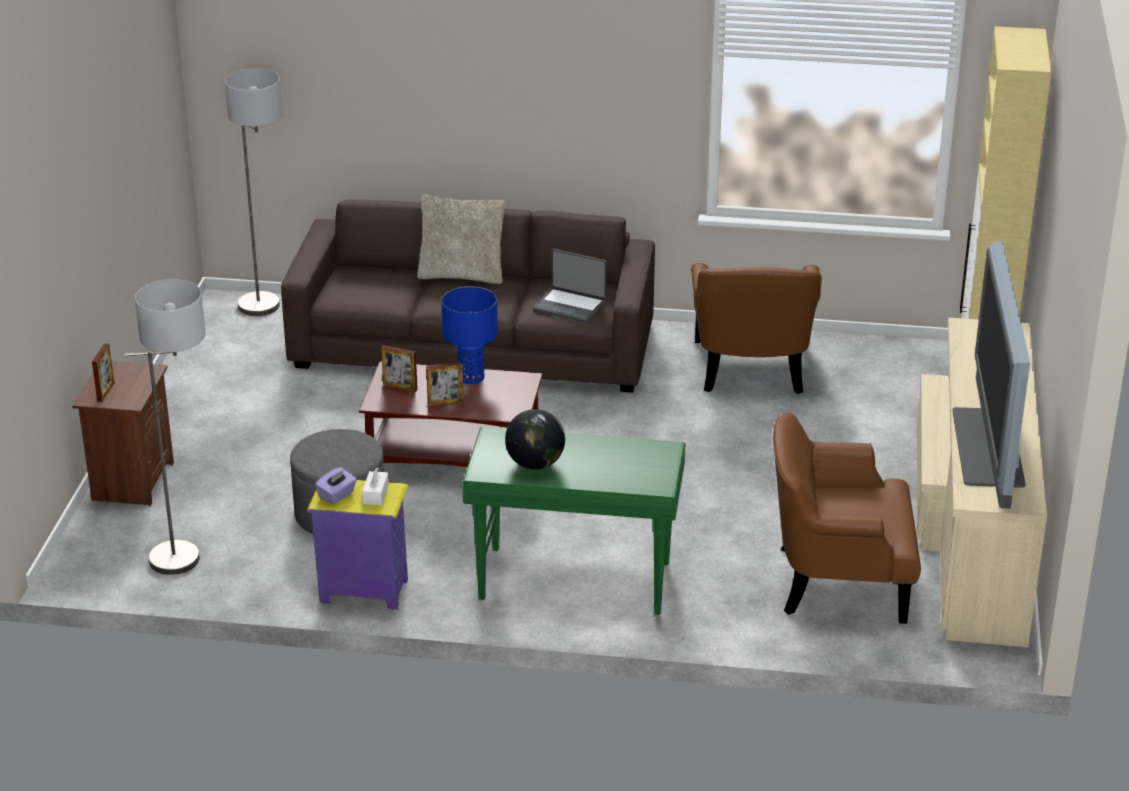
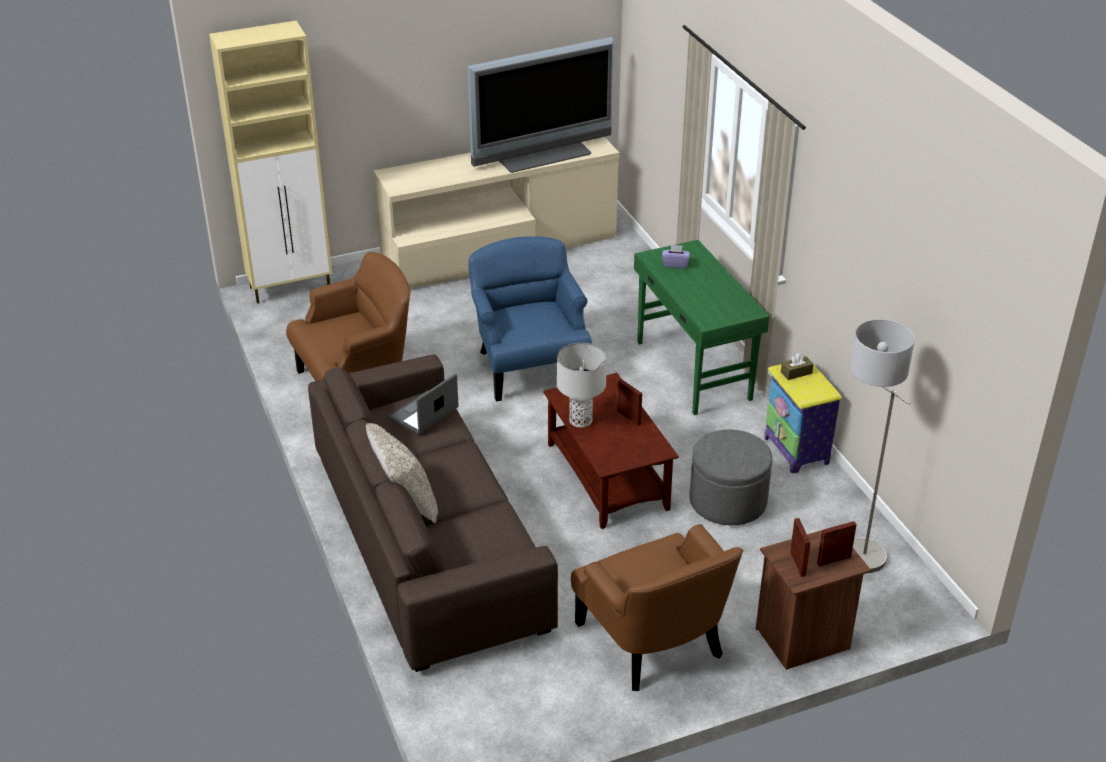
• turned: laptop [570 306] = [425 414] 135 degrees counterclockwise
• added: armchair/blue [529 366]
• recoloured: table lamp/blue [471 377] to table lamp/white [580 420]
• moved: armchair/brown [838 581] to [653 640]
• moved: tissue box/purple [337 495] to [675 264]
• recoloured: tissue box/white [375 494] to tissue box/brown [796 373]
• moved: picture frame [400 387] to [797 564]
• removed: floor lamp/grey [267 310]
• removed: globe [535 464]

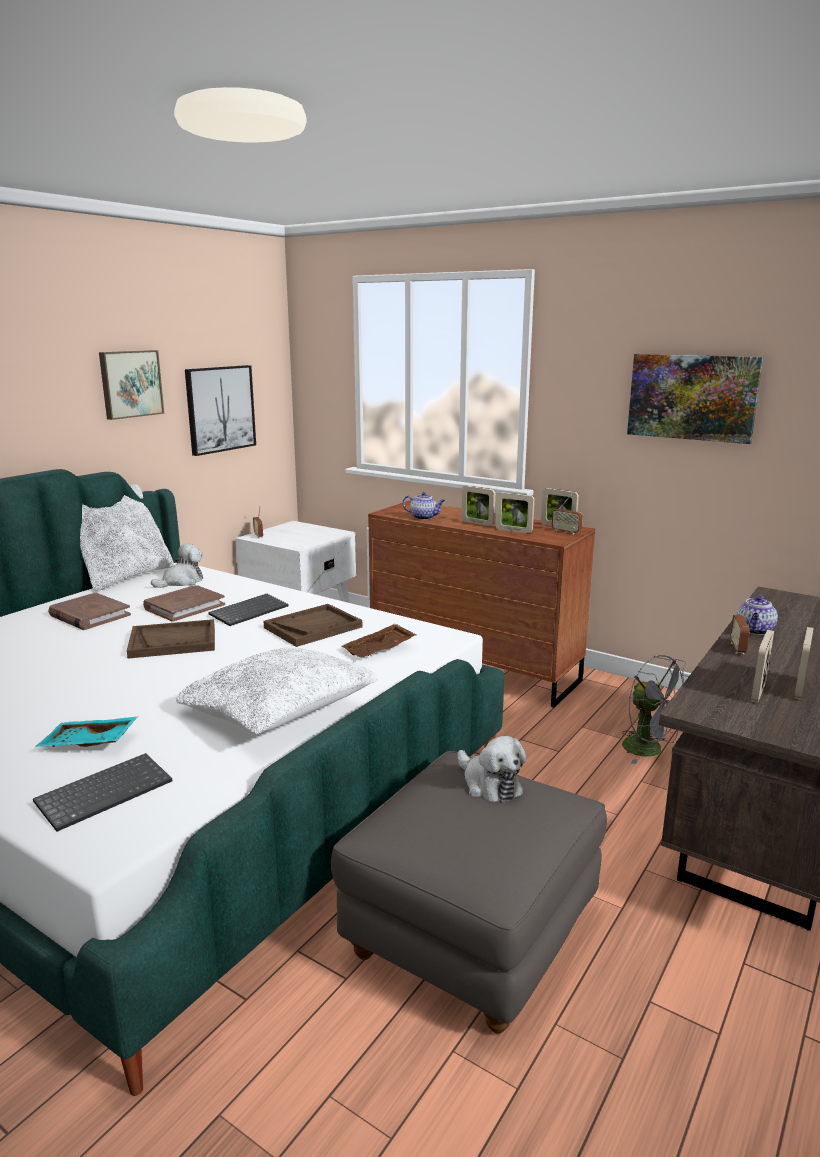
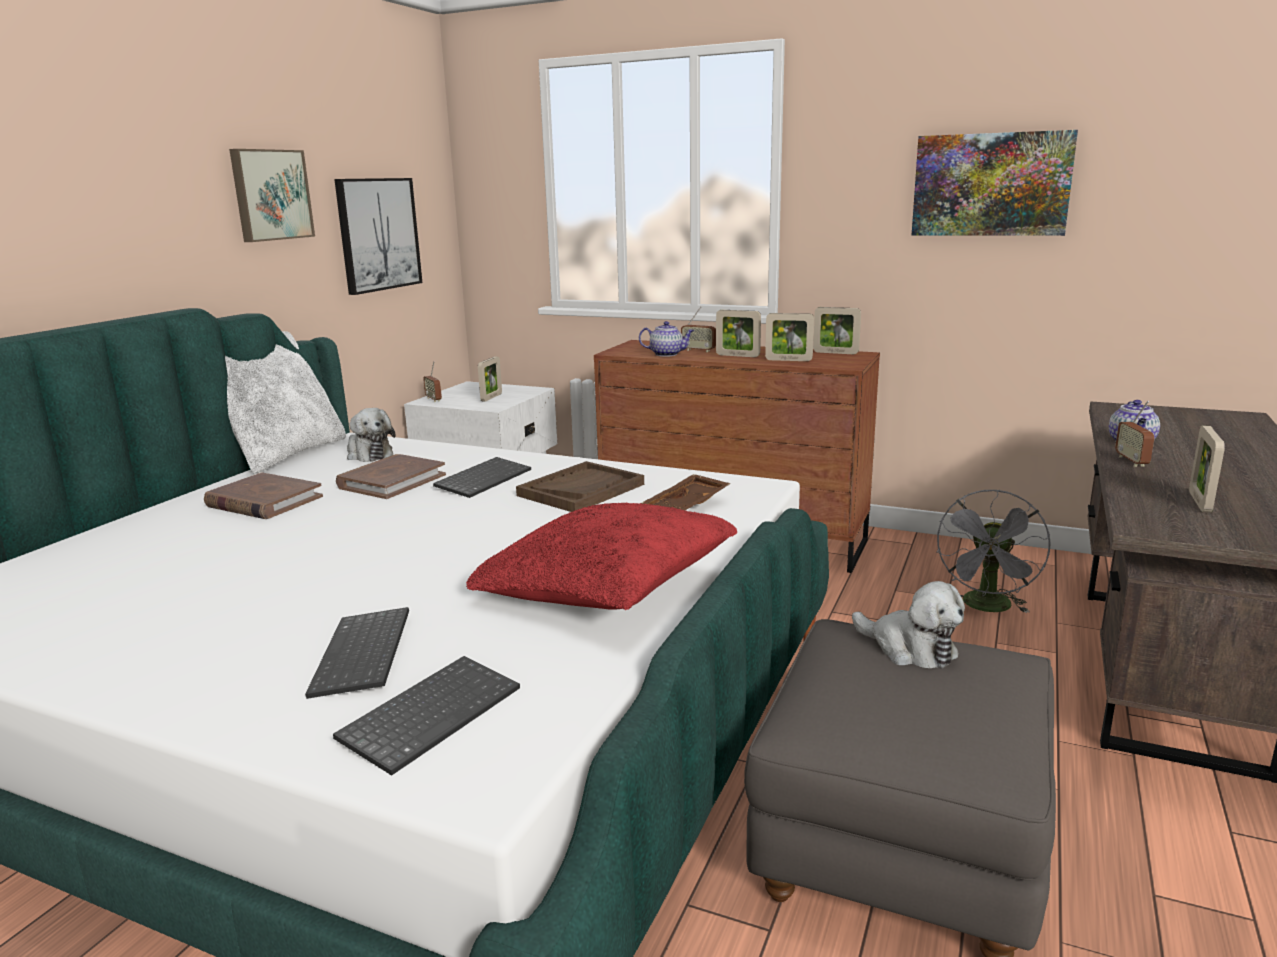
• replaced: tray/turquoise [88 744] to keyboard [365 655]
• turned: plush toy [182 581] = [368 454] 105 degrees clockwise
• recoloured: pillow/white [277 711] to pillow/red [605 588]
• moved: picture frame [799 689] to [491 397]
• moved: radio [566 532] to [698 350]
• turned: fan/grey [650 750] = [987 608] 75 degrees clockwise
• removed: tray/brown [173 641]

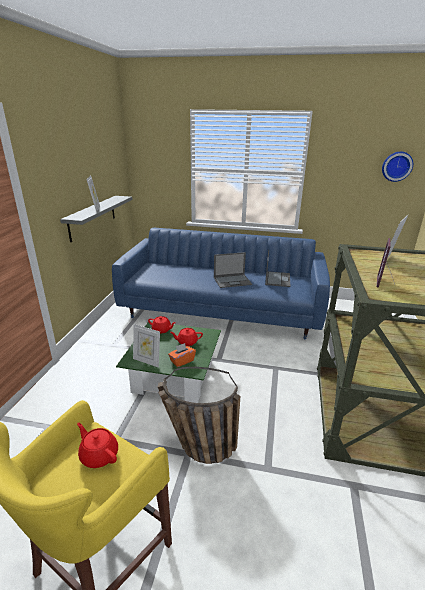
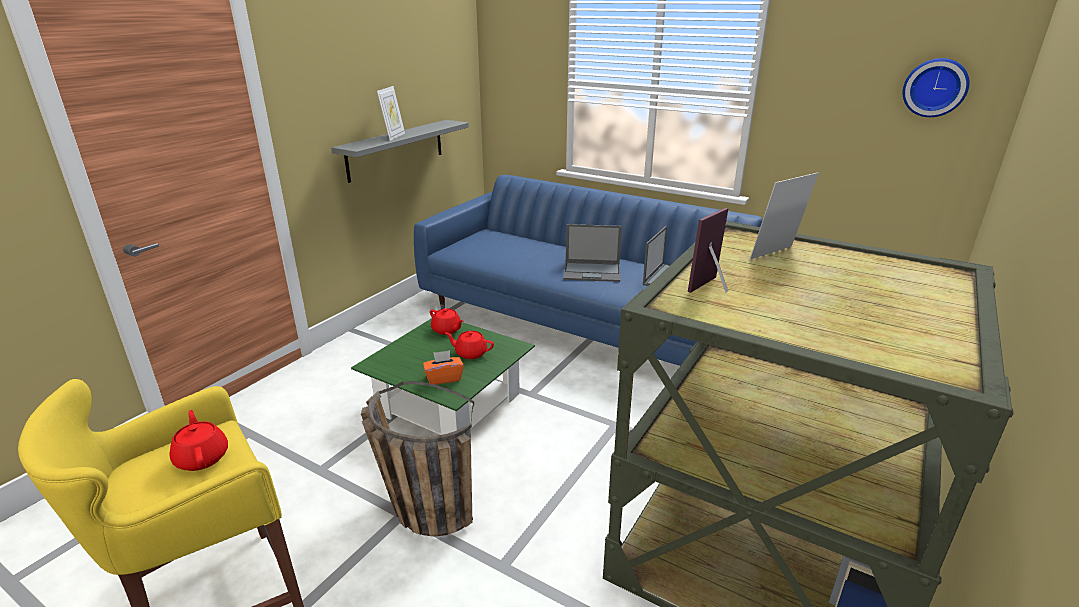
• removed: picture frame [147 361]

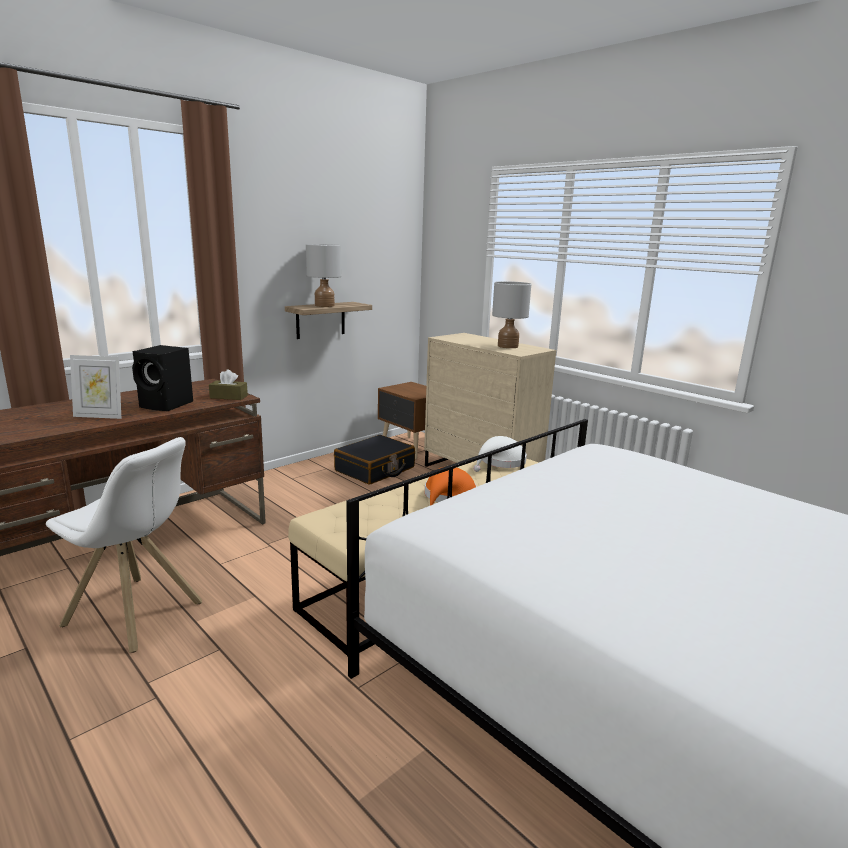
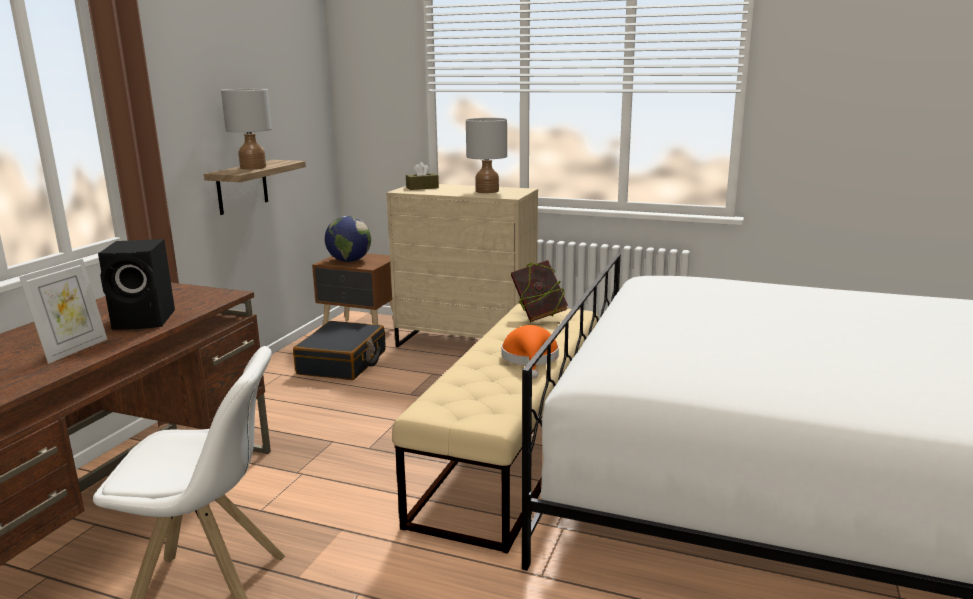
• turned: picture frame [100 416] = [73 350] 45 degrees counterclockwise
• added: globe [349 261]
• moved: tissue box/brown [228 397] to [422 188]
• replaced: hat/white [500 462] to book [538 316]

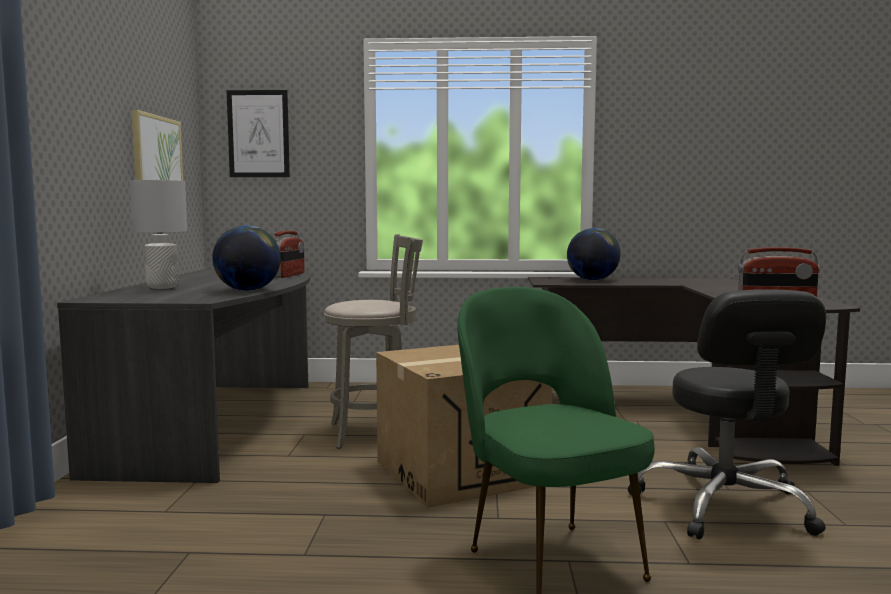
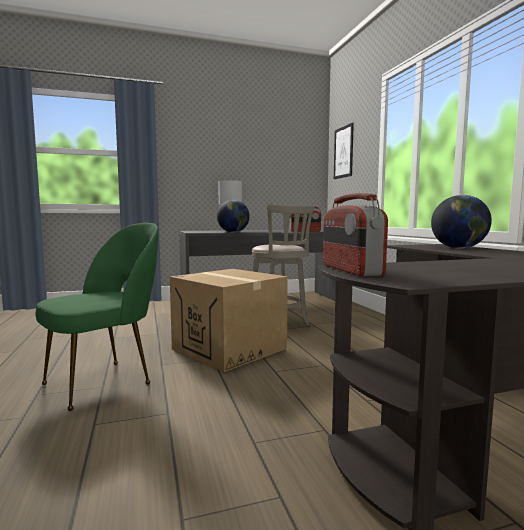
• removed: picture [156 152]
• removed: office chair/black [727 509]

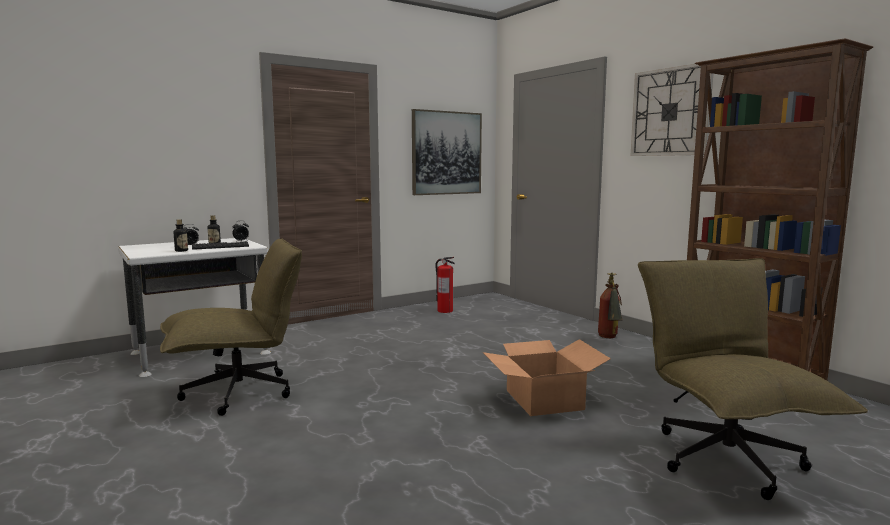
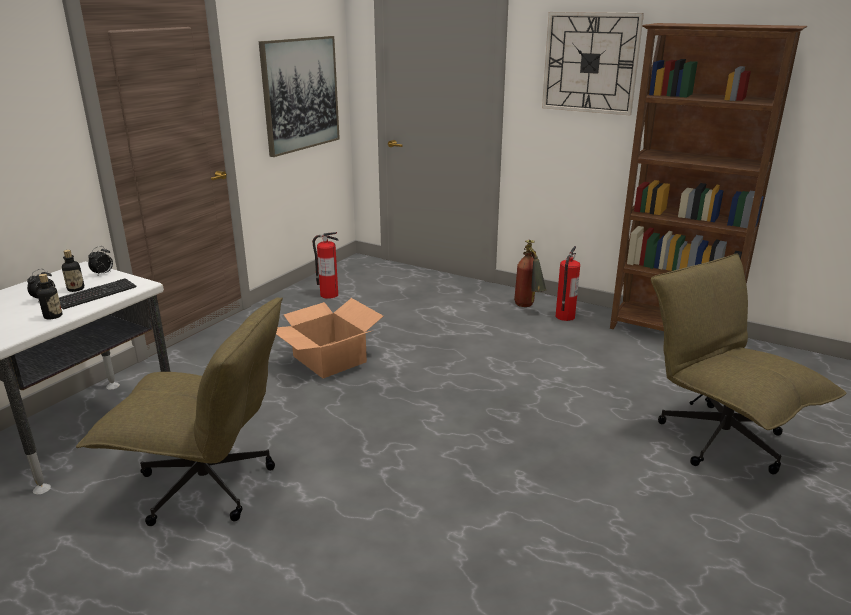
• turned: office chair/beige [237 393] = [203 485] 60 degrees clockwise
• moved: cardboard box [543 400] to [329 359]
• added: fire extinguisher [565 316]

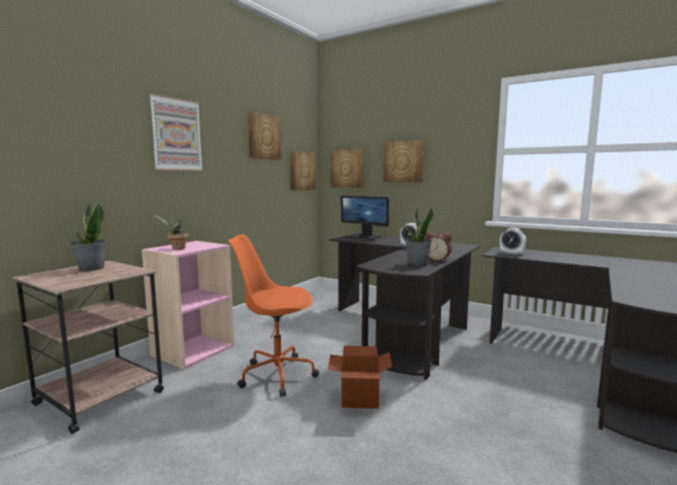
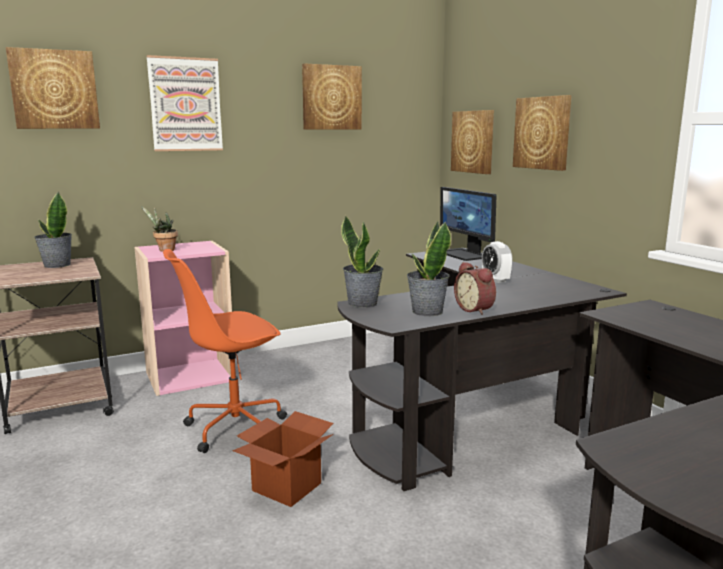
• moved: picture [302 171] to [54 89]
• turned: office chair/orange [275 375] = [232 429] 60 degrees counterclockwise
• added: potted plant [363 303]
• removed: alarm clock [511 253]

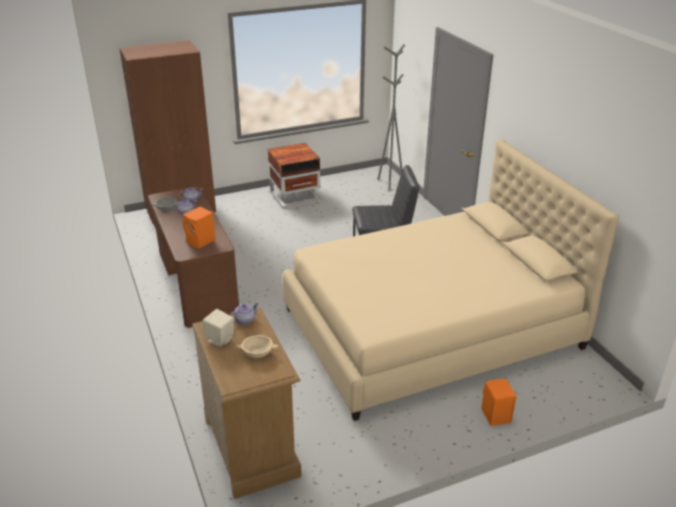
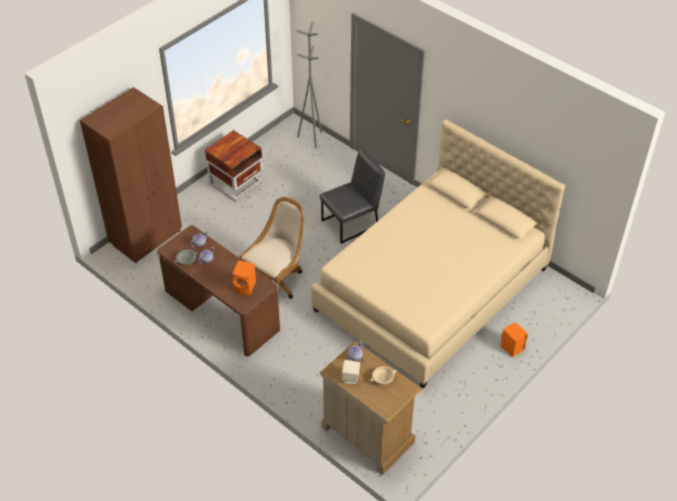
• added: office chair [276 277]

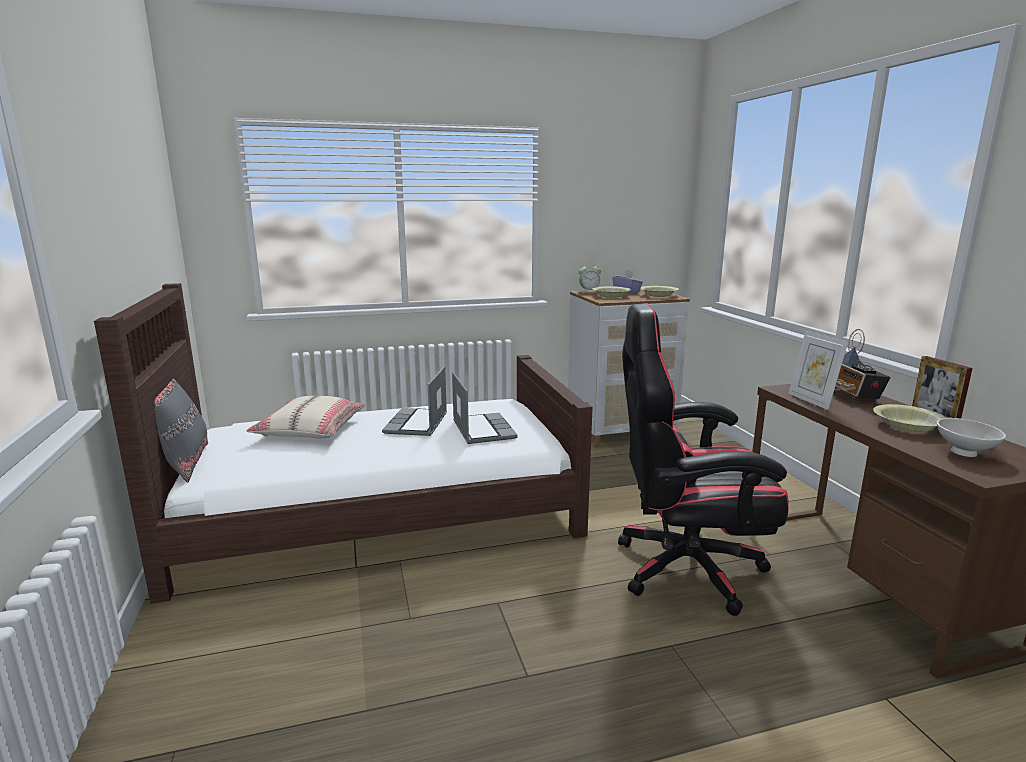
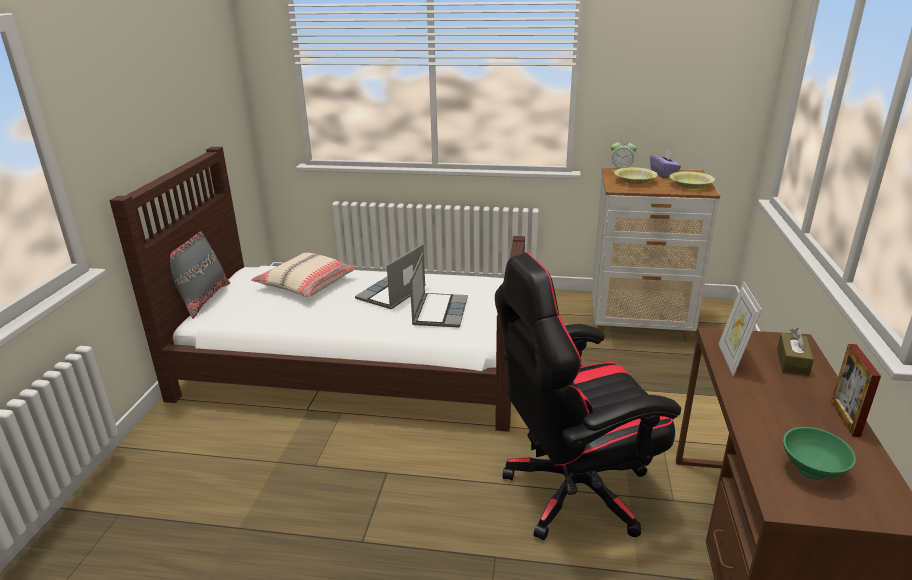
• turned: office chair/black [688 567] = [576 490] 45 degrees counterclockwise
• replaced: radio [852 395] to tissue box/brown [792 362]
• recoloured: bowl/white [965 452] to bowl/green [813 471]
• removed: bowl/yellow [907 426]

